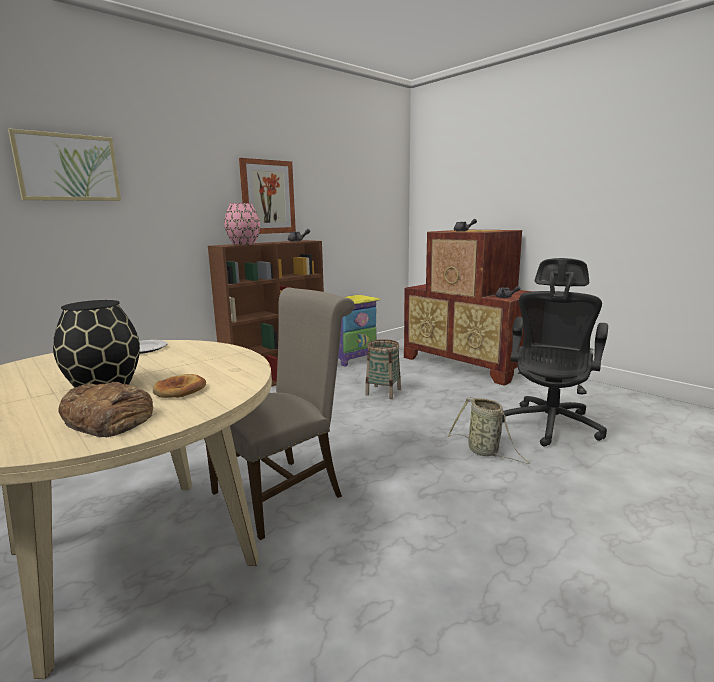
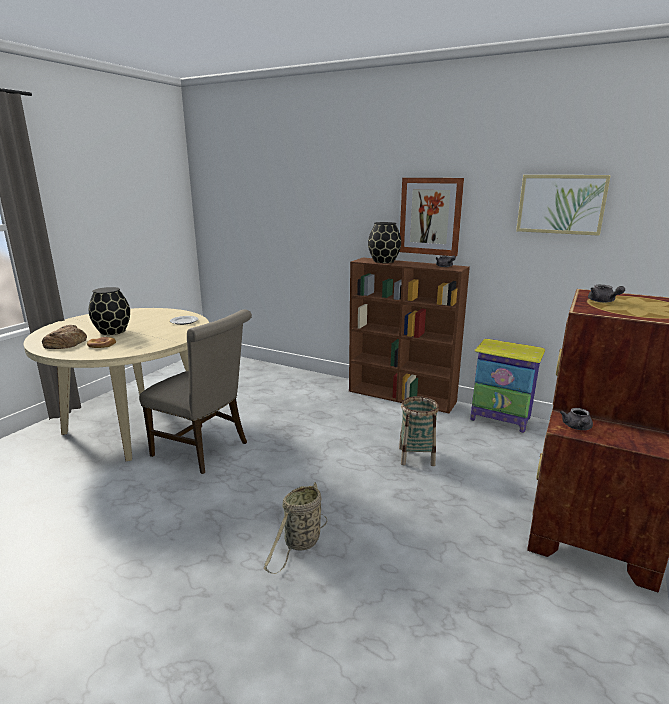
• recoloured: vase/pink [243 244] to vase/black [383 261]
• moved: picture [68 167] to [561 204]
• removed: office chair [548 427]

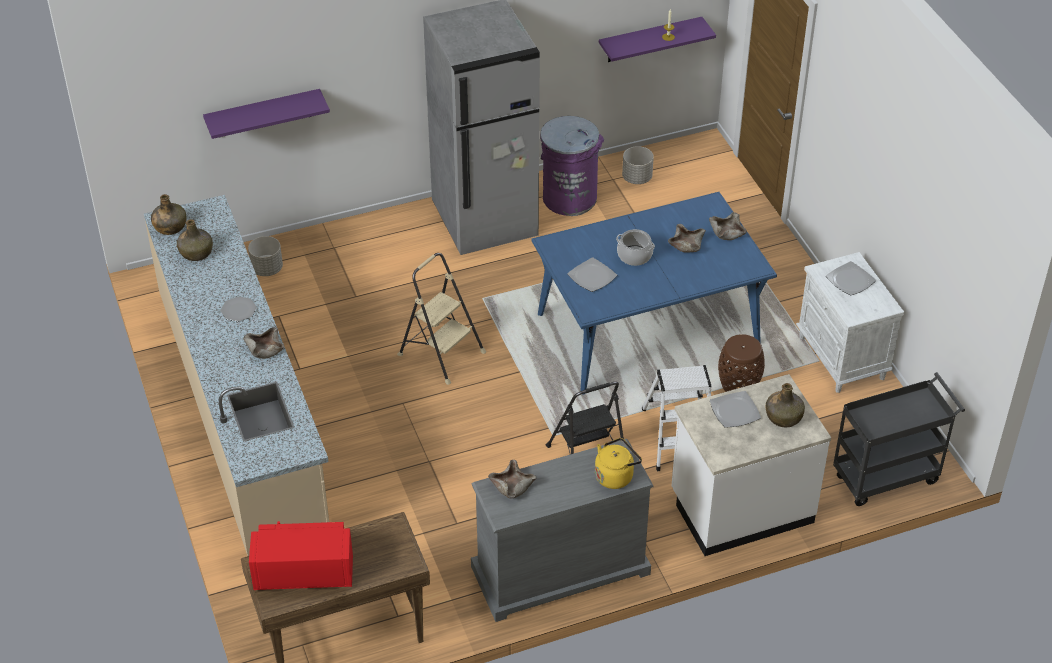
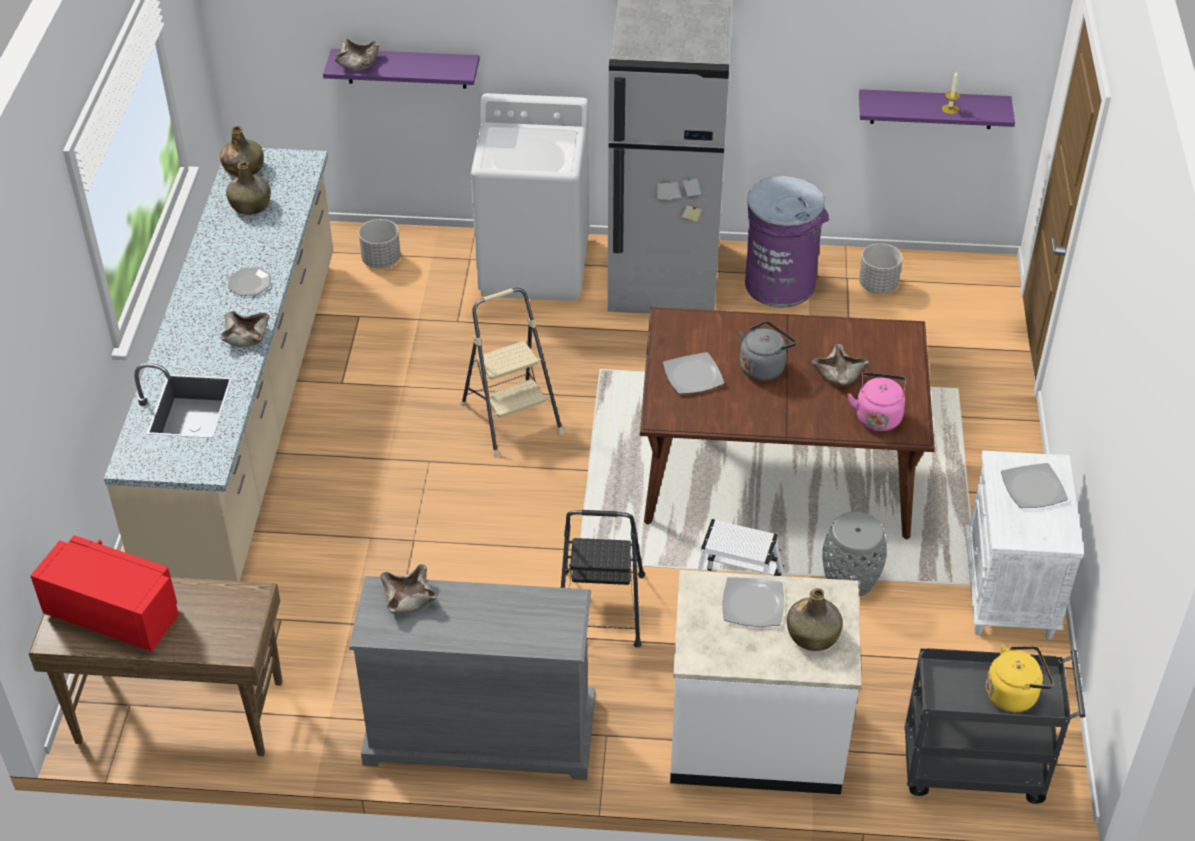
• moved: bowl/beige [727 232] to [358 62]
• added: washing machine/white [535 266]
• recoloured: dining table/blue [647 330] to dining table/brown [775 472]
• replaced: cooking pot [634 255] to kettle/grey [763 367]
• recoloured: stool/brown [738 385] to stool/grey [850 579]
• added: kettle/pink [877 416]
• moved: kettle/yellow [615 476] to [1014 694]

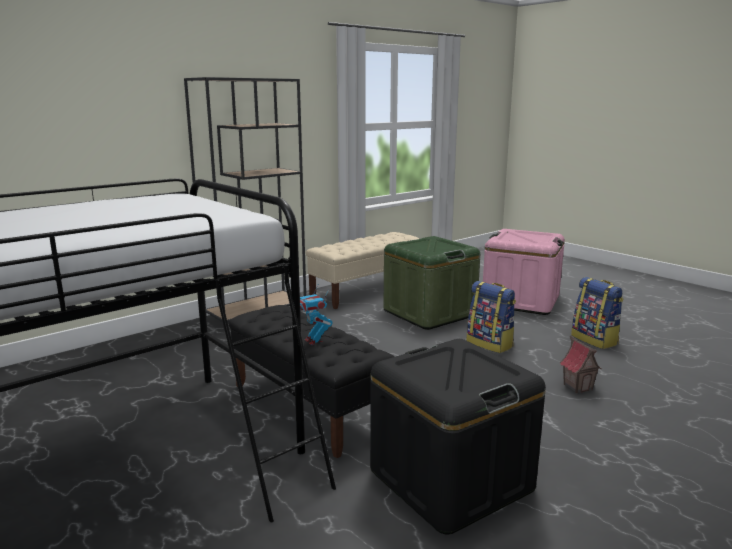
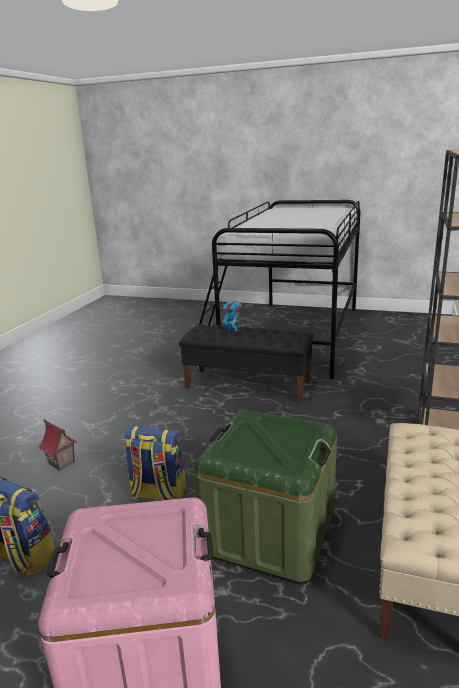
• removed: storage box/black [450 480]

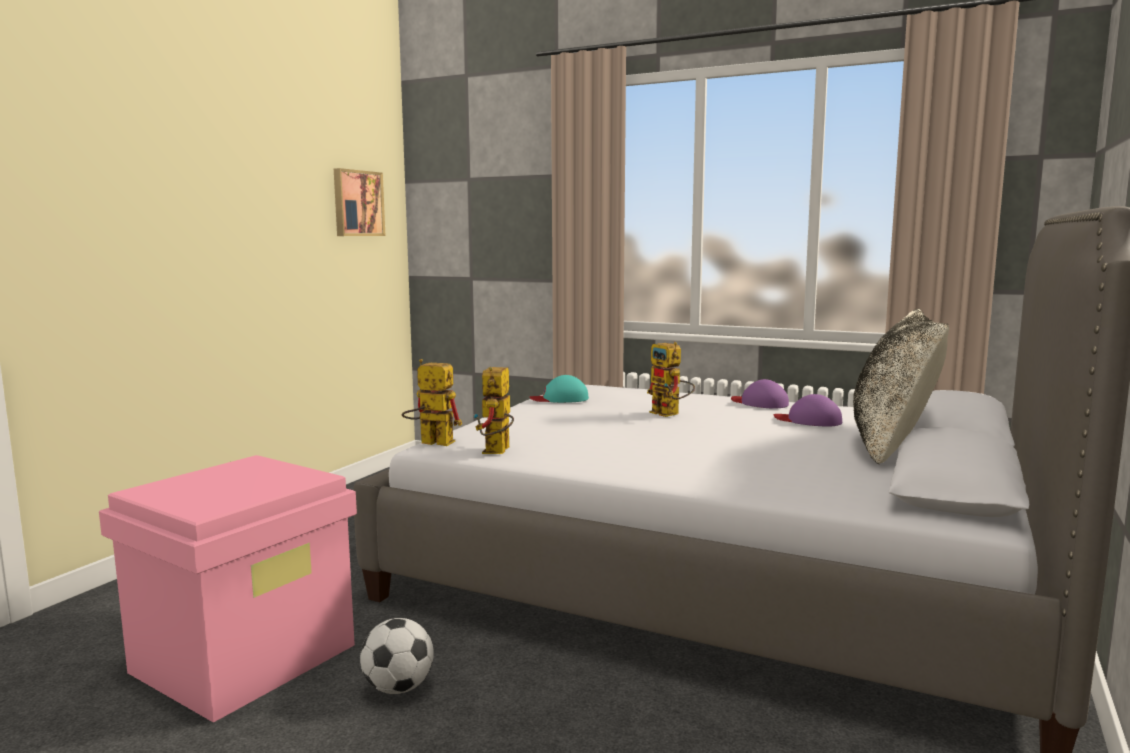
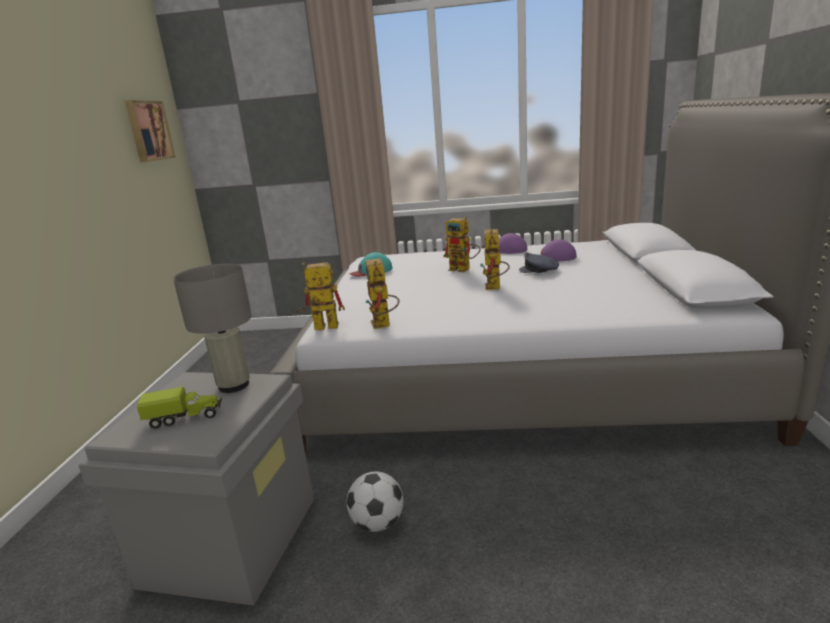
• recoloured: storage box/pink [245 657] to storage box/grey [232 539]
• added: toy truck [185 417]
• added: table lamp/grey [233 386]
• added: toy robot [495 288]
• added: cap/grey [539 270]
• removed: pillow/beige [891 451]

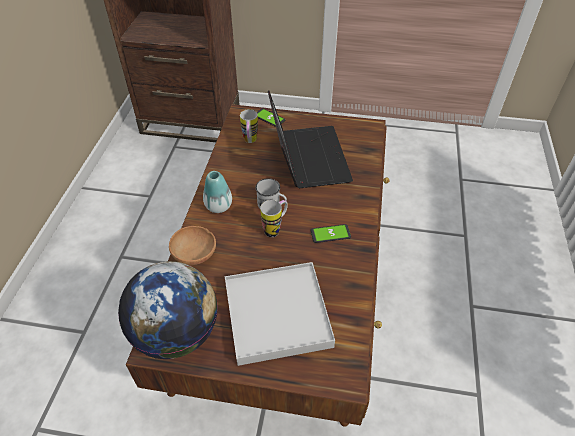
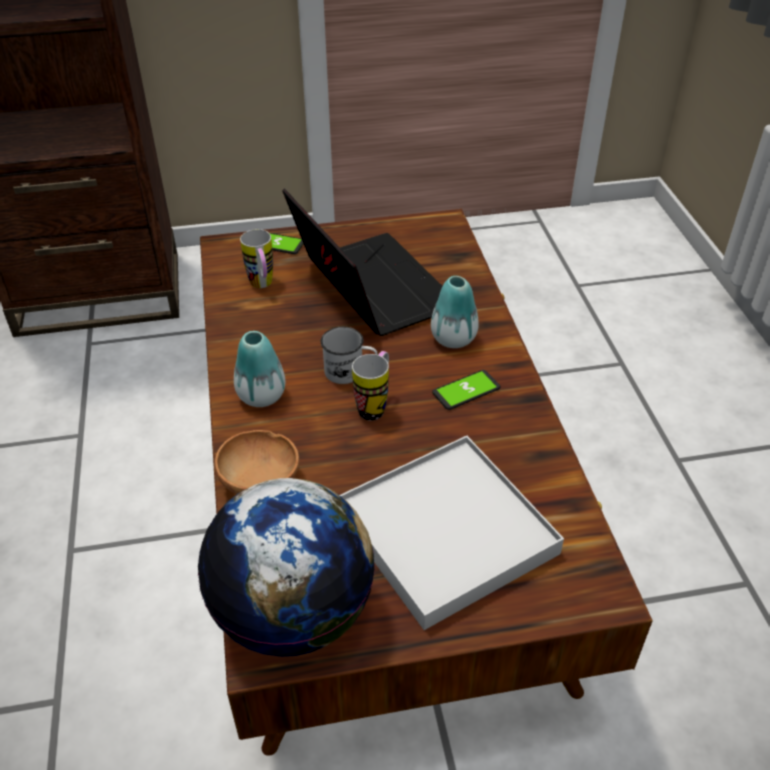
• added: vase [453 339]

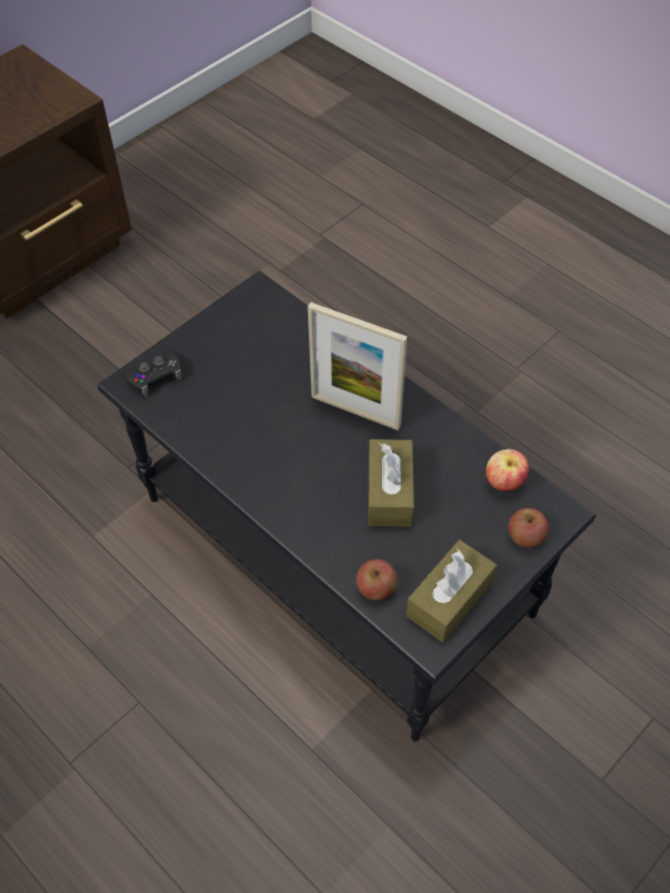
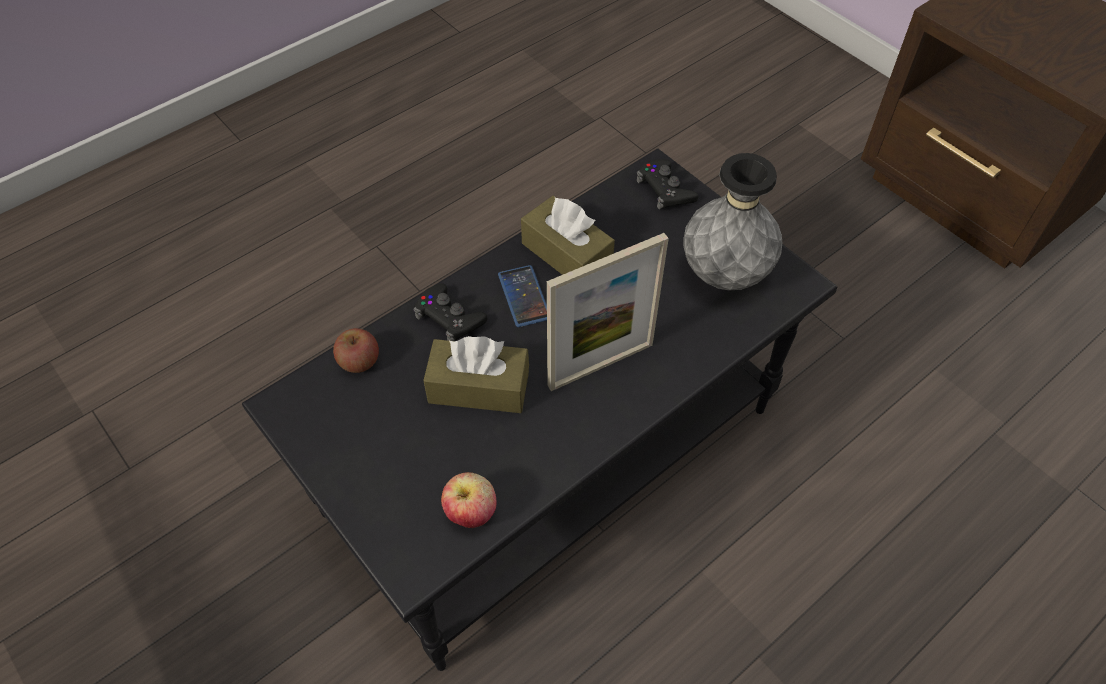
• added: game controller/black [449 318]
• added: phone [524 296]
• moved: tissue box/brown [449 599] to [566 254]
• turned: picture frame [355 411] = [600 365] 150 degrees counterclockwise
• added: vase/grey [724 275]
• removed: apple [525 536]

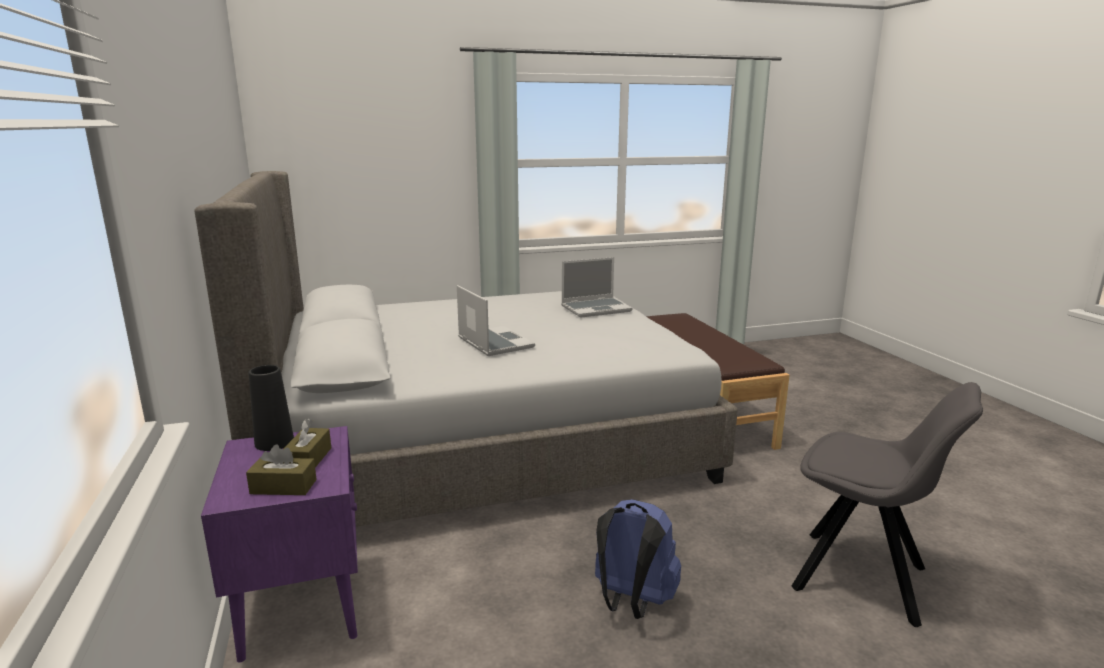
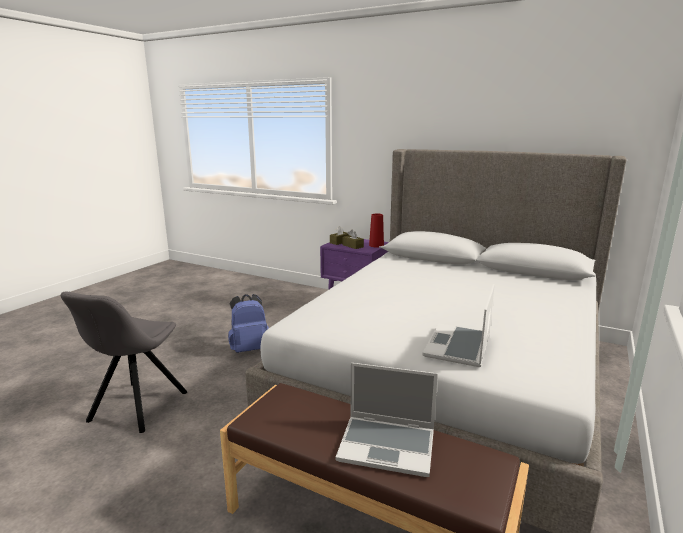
• turned: chair/grey [861 578] = [137 406] 60 degrees counterclockwise
• moved: laptop [493 343] to [388 446]
• recoloured: vase/black [274 442] to vase/red [376 245]

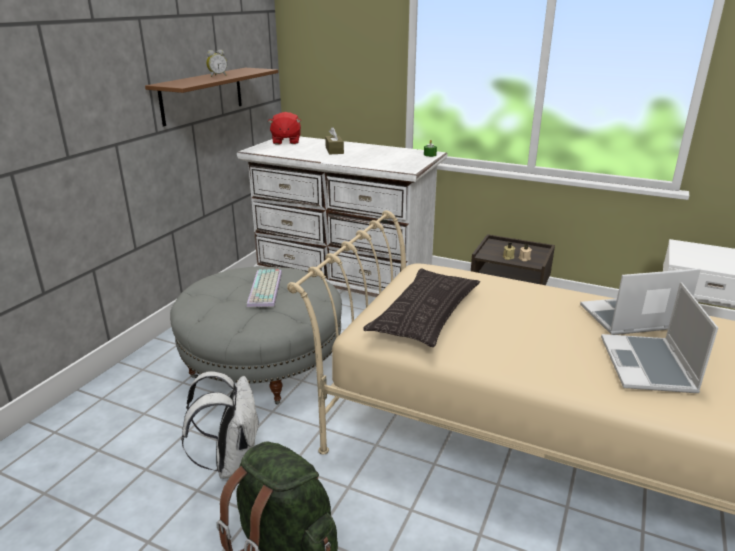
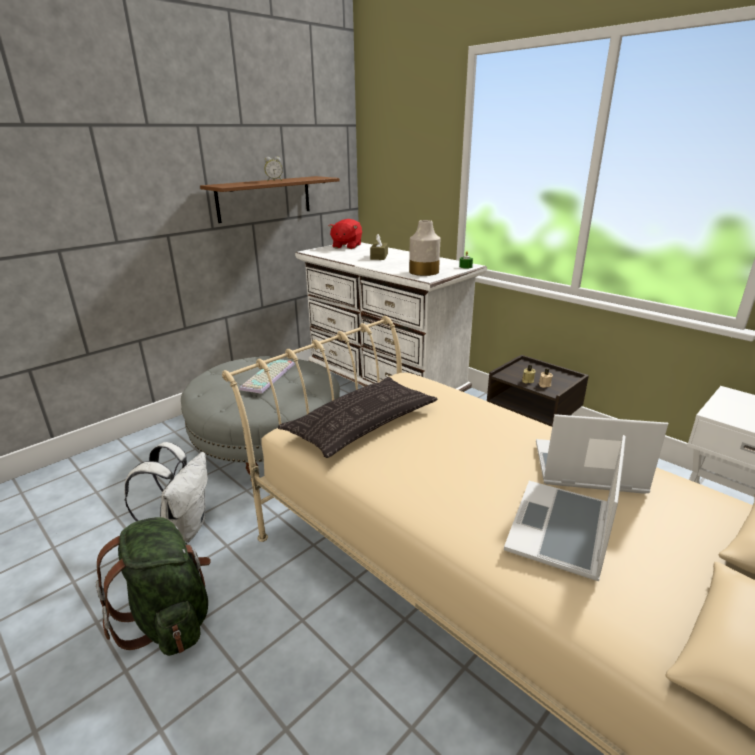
• added: vase/beige [424 271]

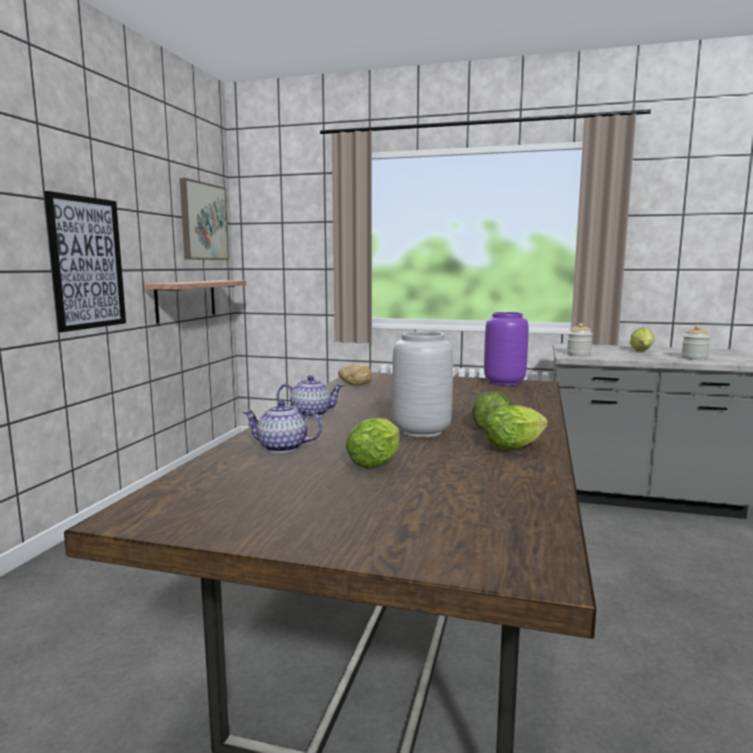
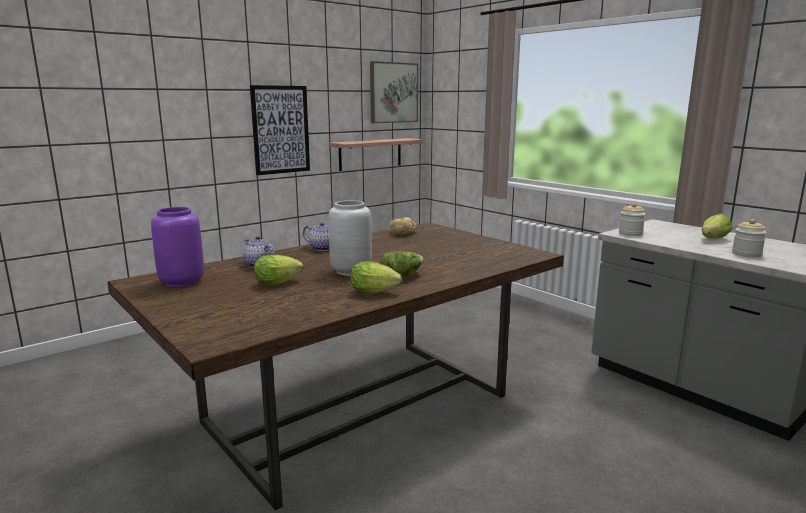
• moved: vase/purple [504 382] to [181 282]

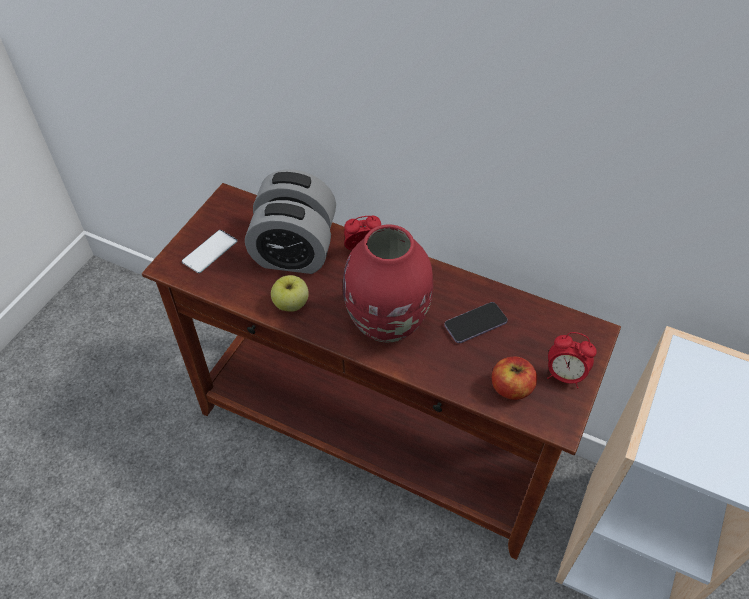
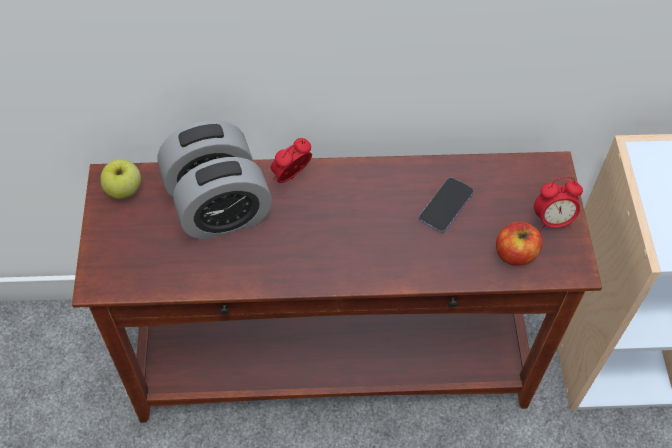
• moved: apple [291 304] to [124 190]
• removed: phone [210 251]
• removed: vase/red [388 323]

